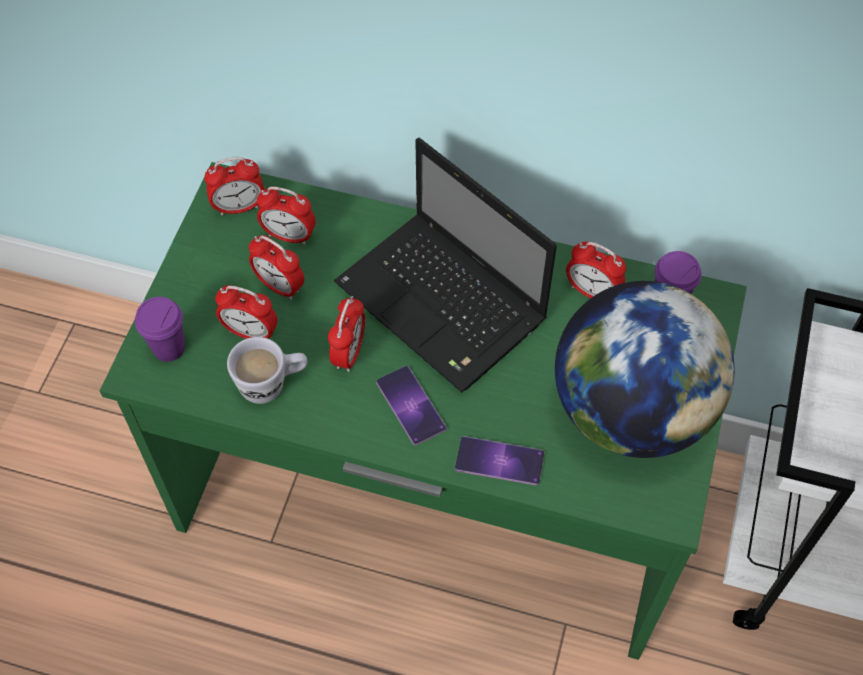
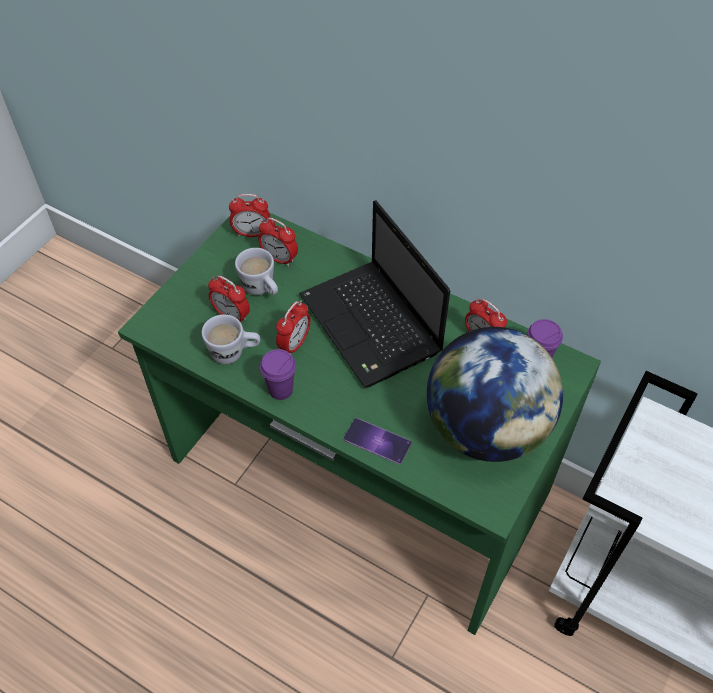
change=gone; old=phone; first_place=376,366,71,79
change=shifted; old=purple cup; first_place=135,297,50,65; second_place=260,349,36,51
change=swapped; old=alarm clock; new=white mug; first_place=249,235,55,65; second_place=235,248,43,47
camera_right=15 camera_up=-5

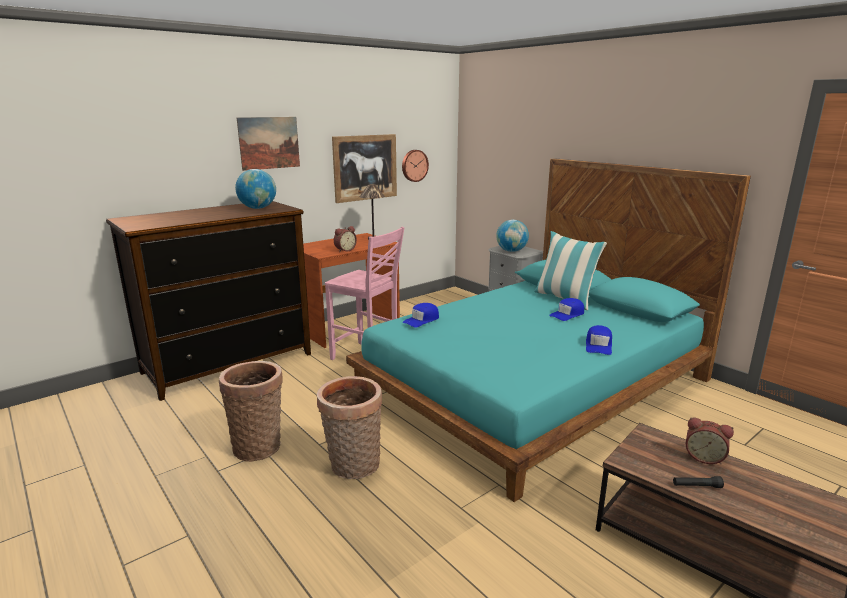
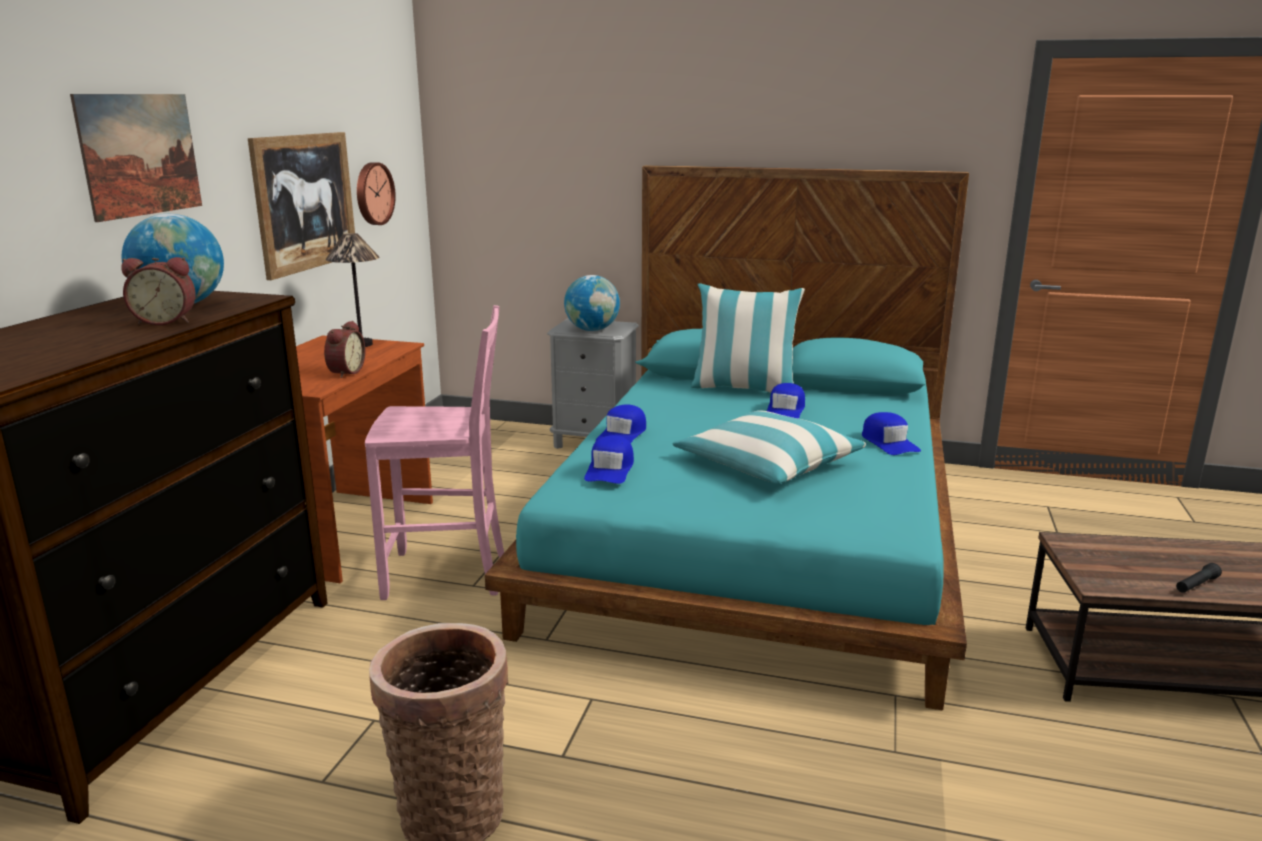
change=gone; old=basket; first_place=317,376,65,103
change=new; new=blue cap; second_place=596,404,50,39
change=new; new=pillow; second_place=673,410,193,74
change=shifted; old=alarm clock; first_place=686,417,48,48; second_place=121,257,75,69
camera_right=-35 camera_up=0

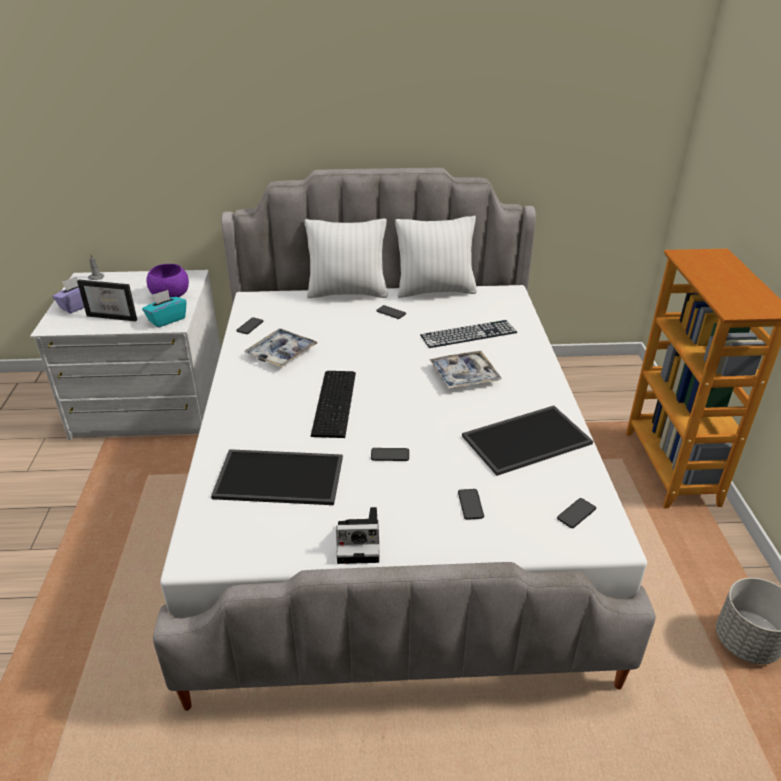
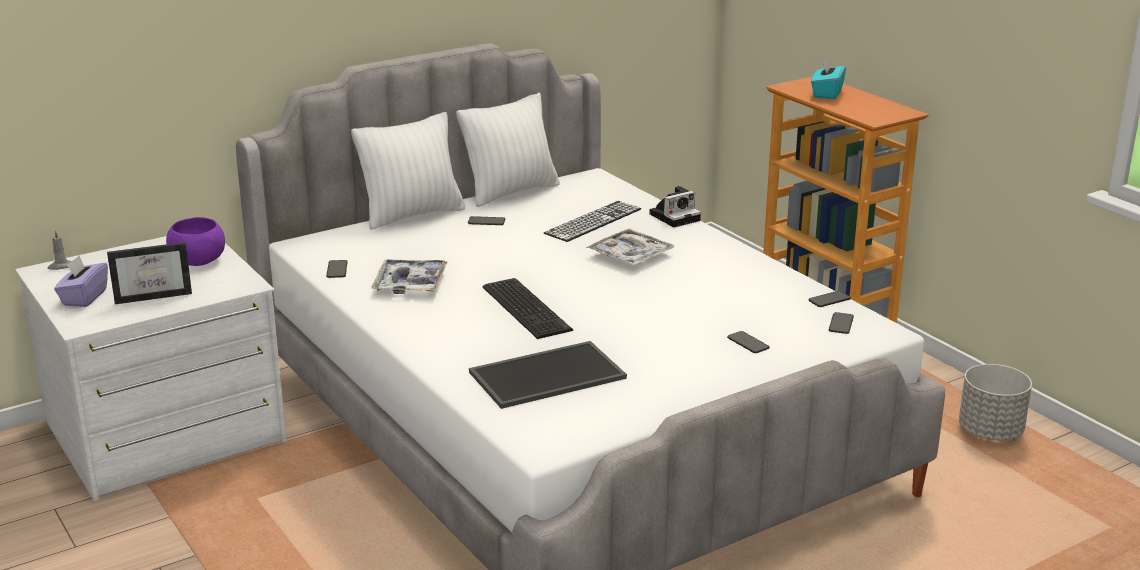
change=gone; old=tray; first_place=462,406,131,70
change=shifted; old=turquoise tissue box; first_place=142,290,45,38; second_place=811,57,35,43
change=shifted; old=photo camera; first_place=336,507,44,57; second_place=649,186,52,42
change=shifted; old=phone; first_place=371,448,38,13; second_place=809,291,42,16
camera_right=-30 camera_up=-10

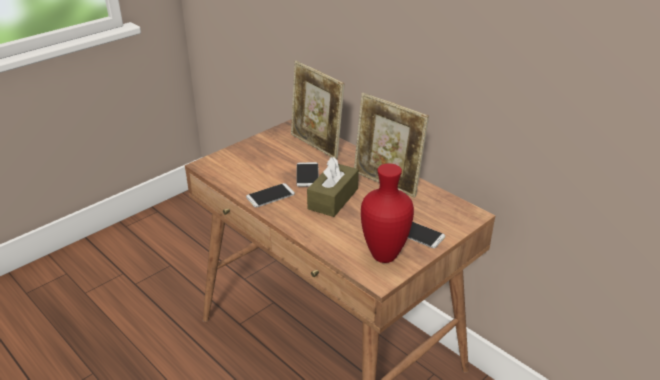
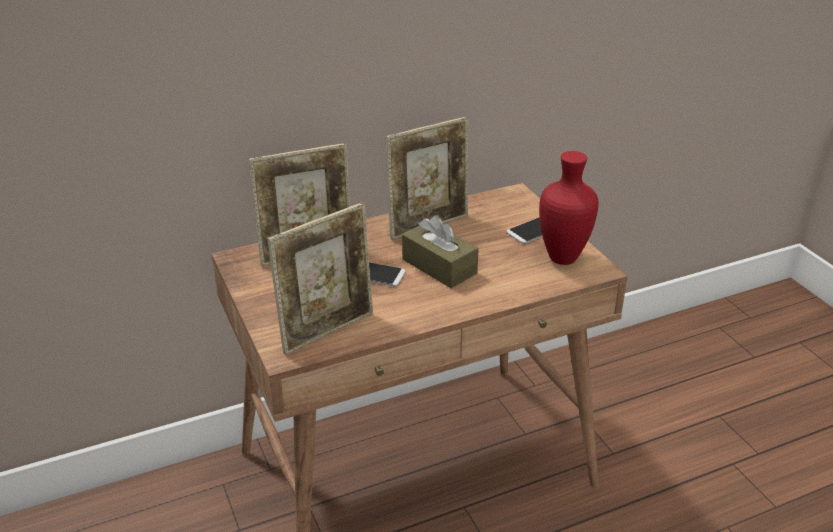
change=gone; old=phone; first_place=246,183,49,24
change=new; new=picture frame; second_place=267,202,106,153
camera_right=-70 camera_up=0

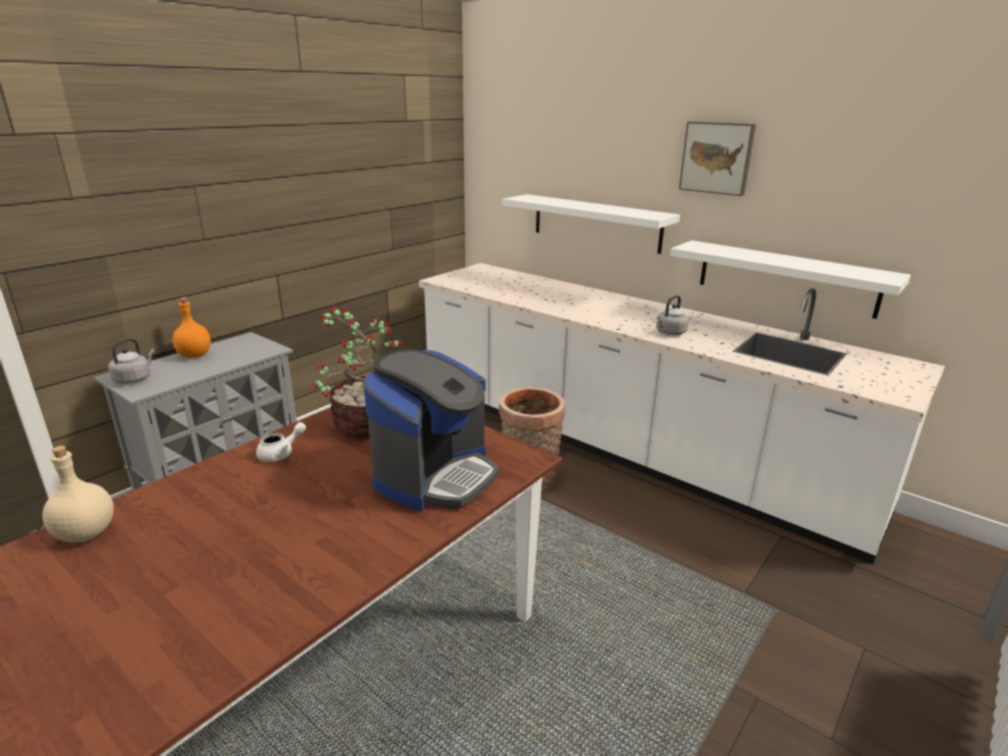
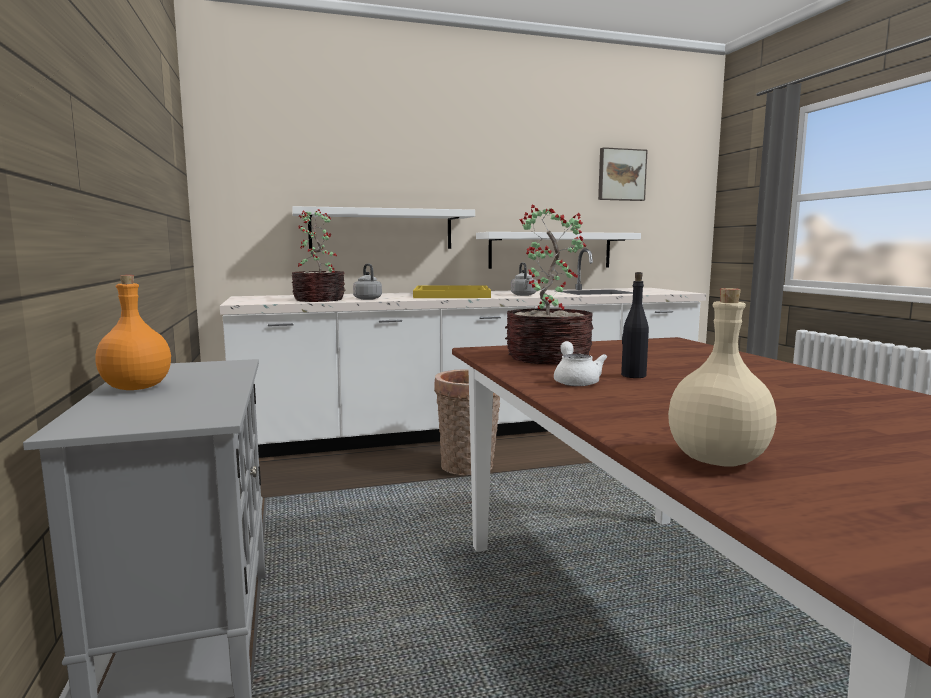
change=gone; old=coffee machine; first_place=364,349,134,163
change=new; new=potted plant; second_place=292,209,53,93
change=new; new=yellow tray; second_place=413,286,78,12
change=new; new=black bottle; second_place=621,272,28,106
change=shifted; old=grey kettle; first_place=108,338,47,46; second_place=353,264,29,36
change=shifted; old=picture; first_place=679,121,77,75; second_place=598,147,50,54
camera_right=-55 camera_up=-15

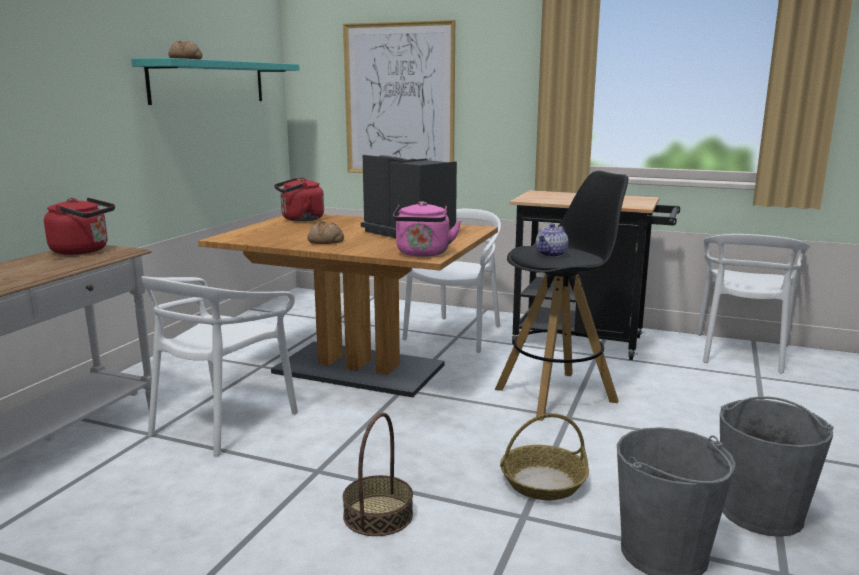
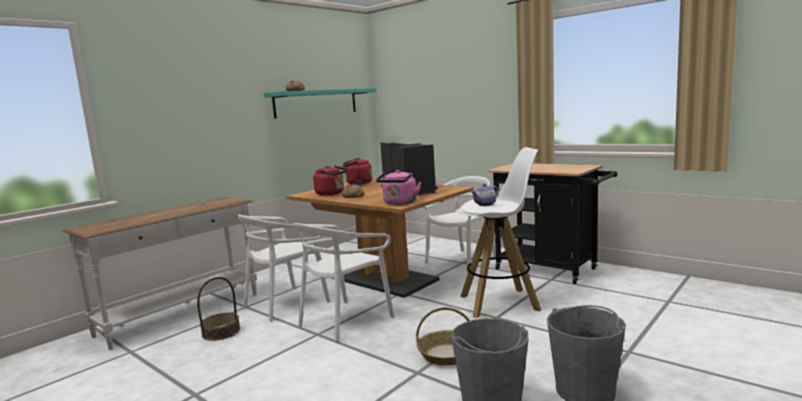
change=gone; old=picture; first_place=343,20,112,153
change=shifted; old=red kettle; first_place=44,198,71,57; second_place=313,166,35,30
change=shifted; old=basket; first_place=342,413,71,123; second_place=197,277,43,64
change=shifted; old=white chair; first_place=697,234,113,139; second_place=294,223,101,119
change=repainted; old=black stool; new=white stool; first_place=495,171,133,250; second_place=459,147,83,171
camera_right=20 camera_up=-5

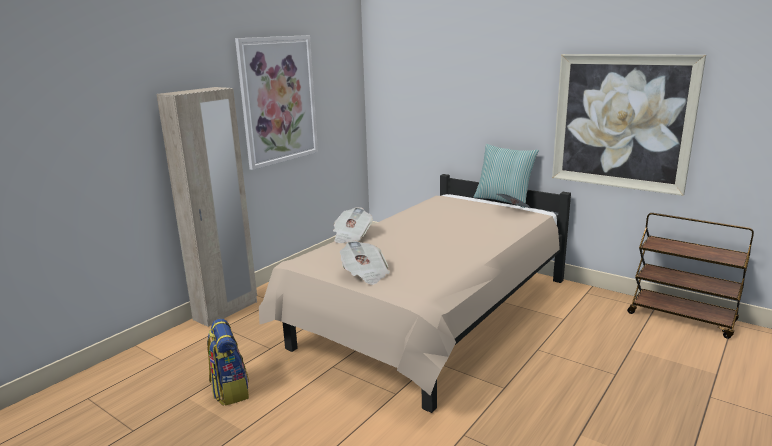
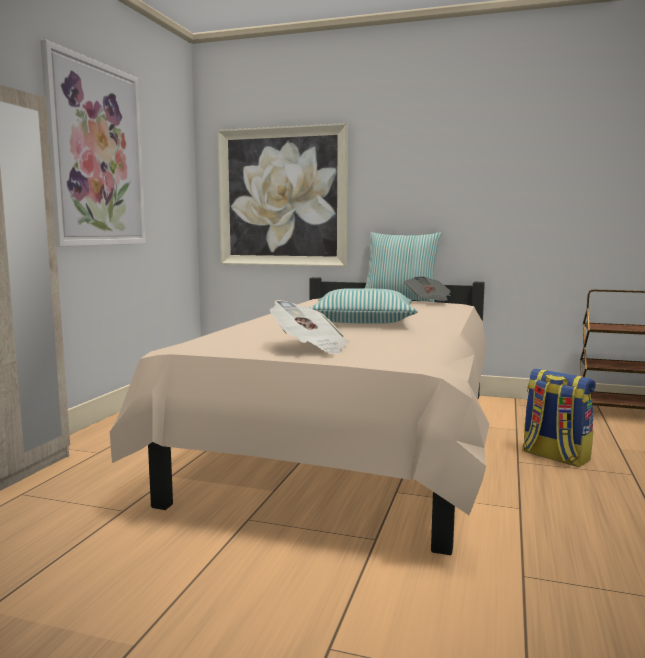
change=gone; old=newspaper; first_place=333,207,40,36
change=new; new=pillow; second_place=309,288,109,36
change=shifted; old=backpack; first_place=207,319,42,87; second_place=522,369,74,98
change=shifted; old=picture; first_place=552,54,154,142; second_place=217,123,131,144
camera_right=-20 camera_up=-10

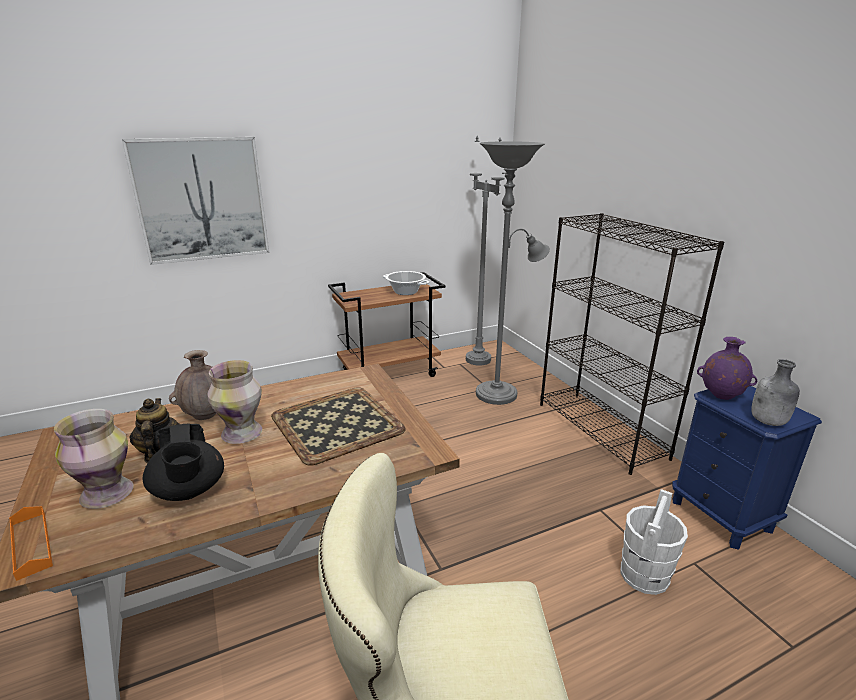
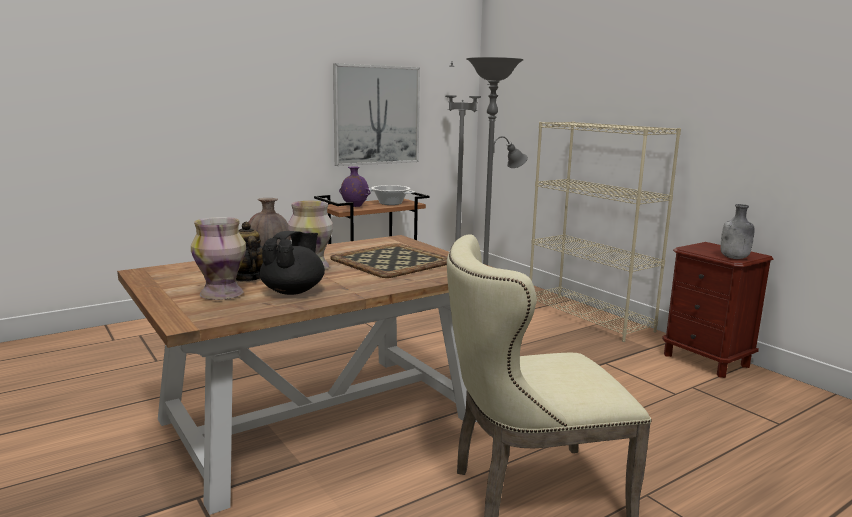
change=gone; old=orange tray; first_place=9,506,44,75
change=gone; old=white bucket; first_place=620,489,68,106
change=shifted; old=picture; first_place=122,137,147,128; second_place=333,63,87,103
change=shifted; old=purple vase; first_place=697,337,61,63; second_place=339,166,31,41
change=repainted; old=black bookcase; new=beige bookcase; first_place=540,213,184,262; second_place=530,121,151,221
change=repainted; old=blue nightstand; new=brown nightstand; first_place=672,386,150,164; second_place=662,242,112,136
change=rotated; old=black teapot; first_place=143,424,81,77; second_place=260,231,65,64; degrees=-120
camera_right=-10 camera_up=-10

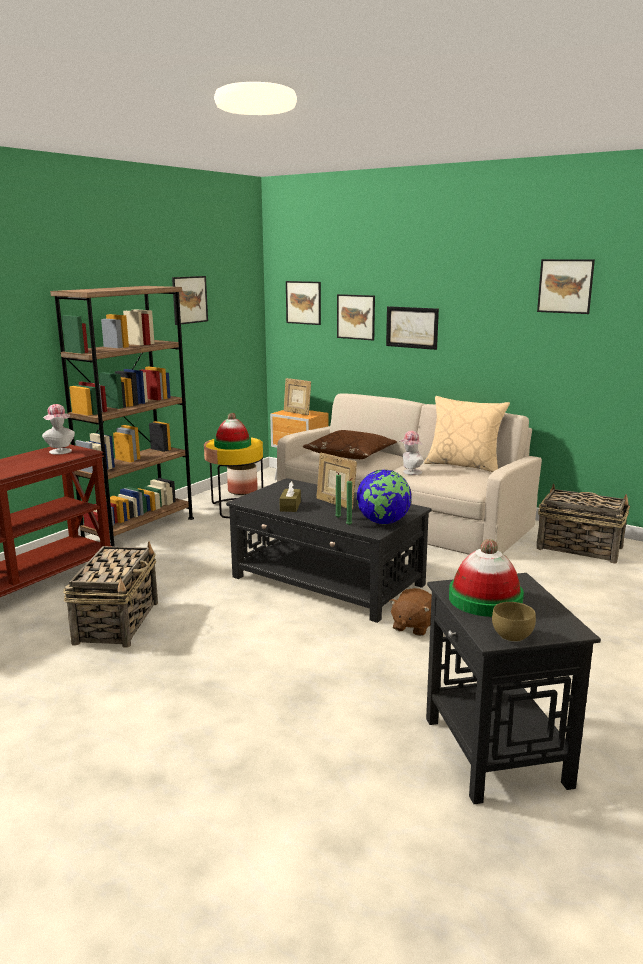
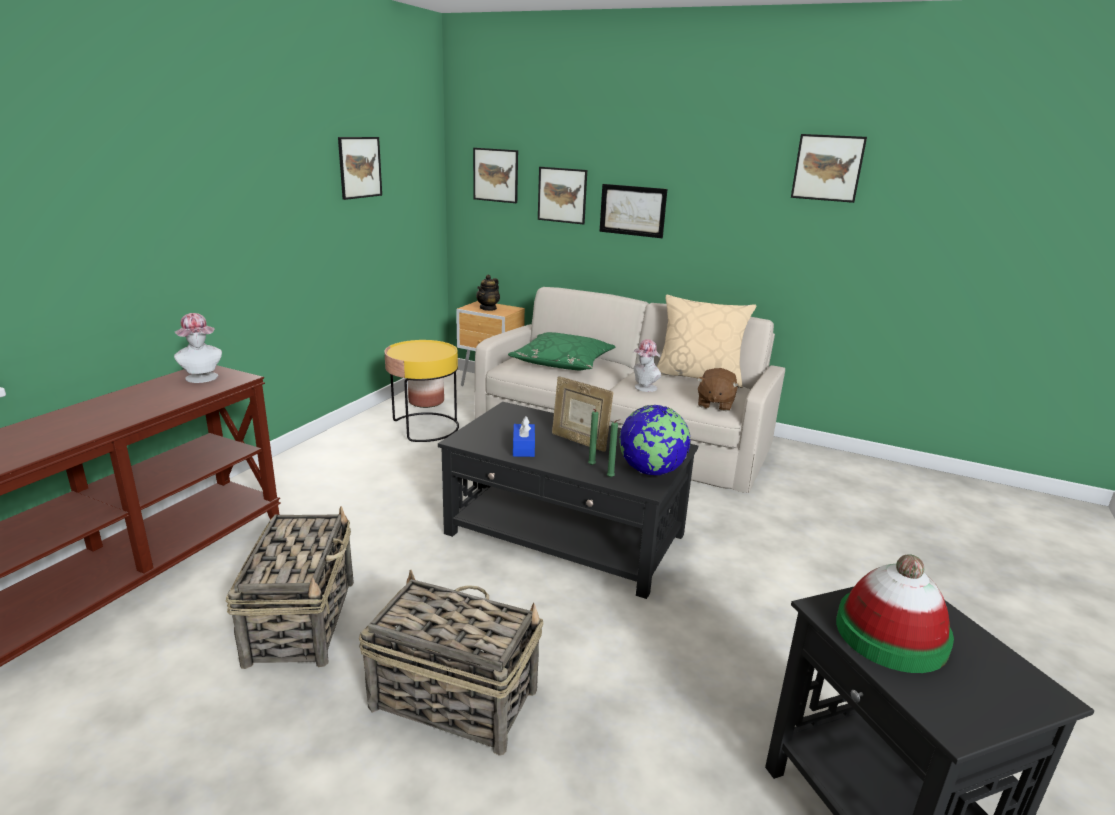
change=gone; old=brown bookcase; first_place=50,286,144,261
change=gone; old=hat; first_place=214,413,37,37
change=gone; old=brown bowl; first_place=492,602,44,40
change=shifted; old=brown plush toy; first_place=389,588,43,48; second_place=697,368,42,43
change=shifted; old=basket; first_place=537,484,93,80; second_place=359,570,184,186
change=swapped; old=picture frame; new=teapot; first_place=284,378,27,37; second_place=476,274,24,37
change=repainted; old=brown tissue box; new=blue tissue box; first_place=279,481,22,31; second_place=513,416,22,41
change=repainted; old=brown pillow; new=green pillow; first_place=303,430,94,29; second_place=508,332,107,38
camera_right=-10 camera_up=5

